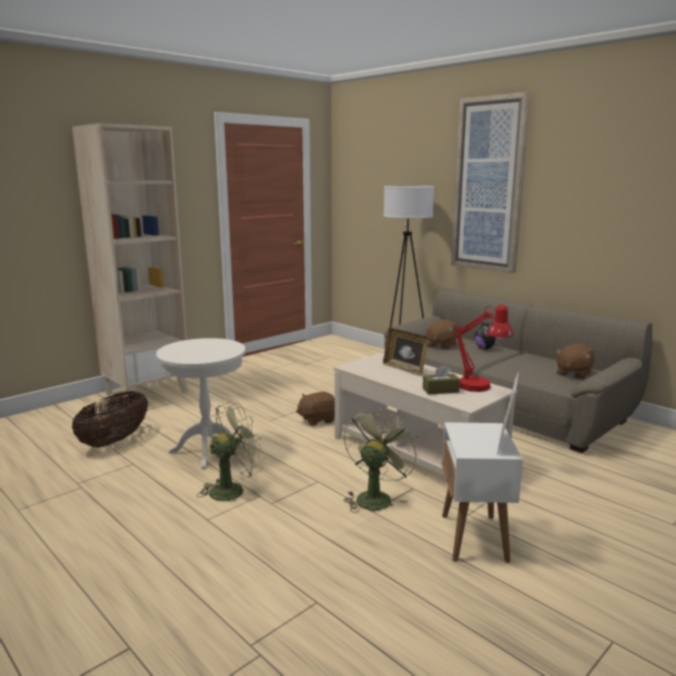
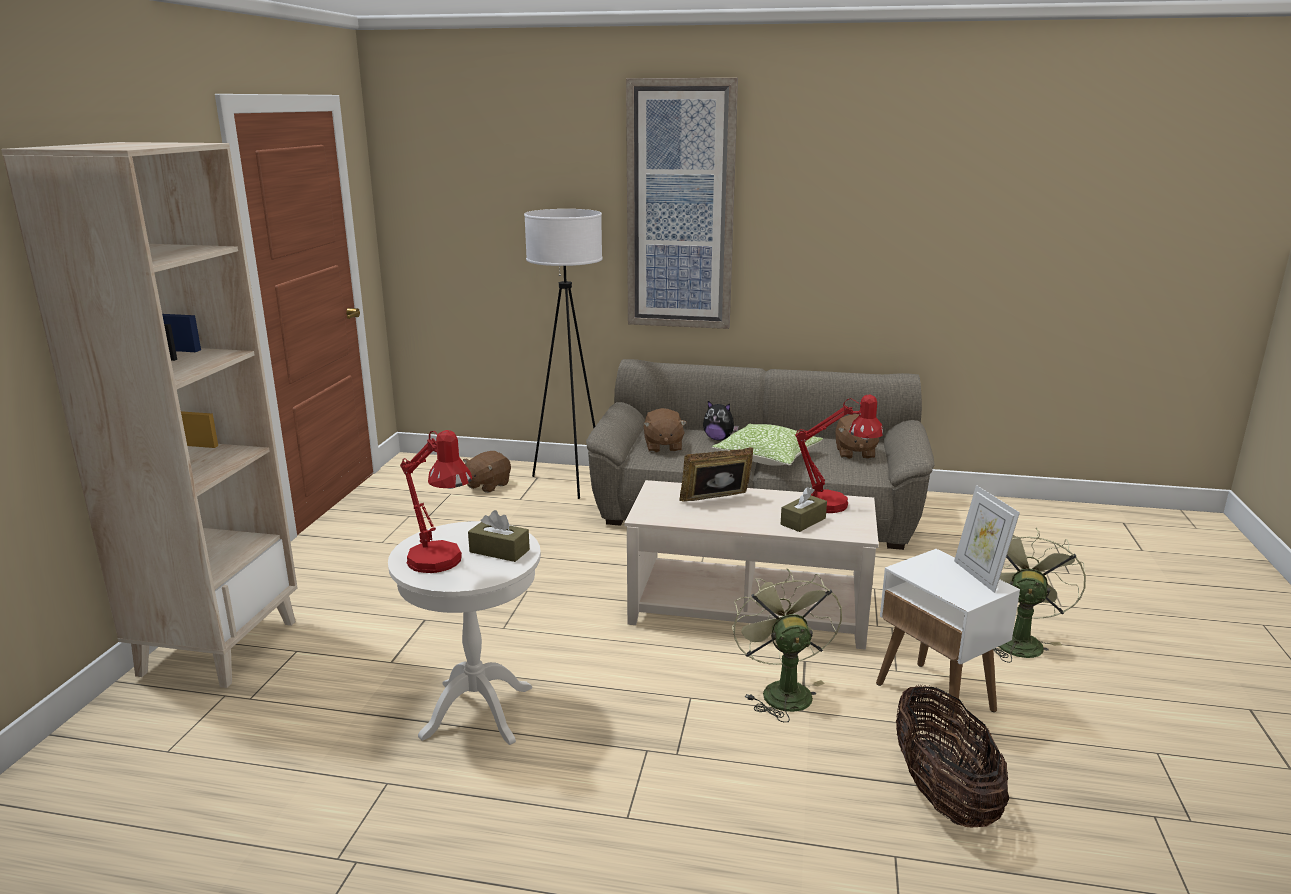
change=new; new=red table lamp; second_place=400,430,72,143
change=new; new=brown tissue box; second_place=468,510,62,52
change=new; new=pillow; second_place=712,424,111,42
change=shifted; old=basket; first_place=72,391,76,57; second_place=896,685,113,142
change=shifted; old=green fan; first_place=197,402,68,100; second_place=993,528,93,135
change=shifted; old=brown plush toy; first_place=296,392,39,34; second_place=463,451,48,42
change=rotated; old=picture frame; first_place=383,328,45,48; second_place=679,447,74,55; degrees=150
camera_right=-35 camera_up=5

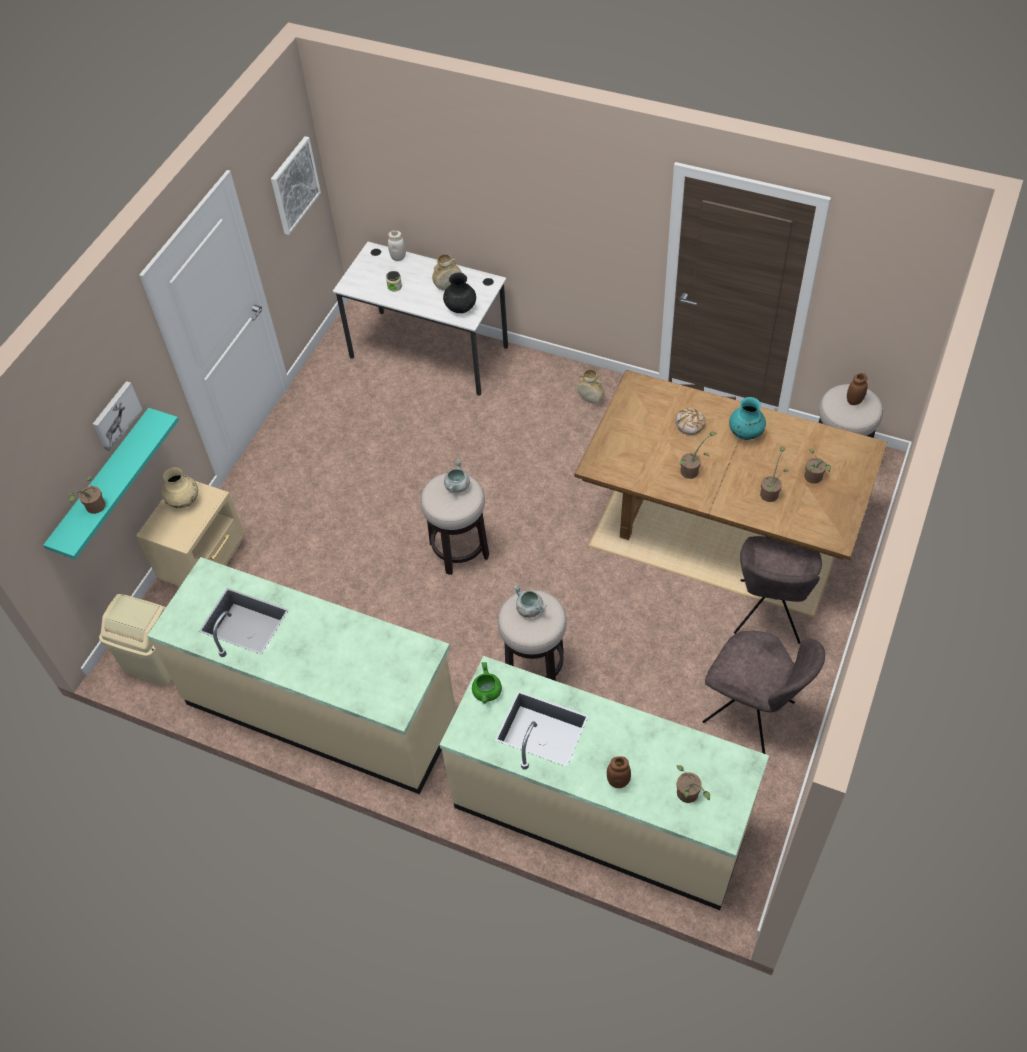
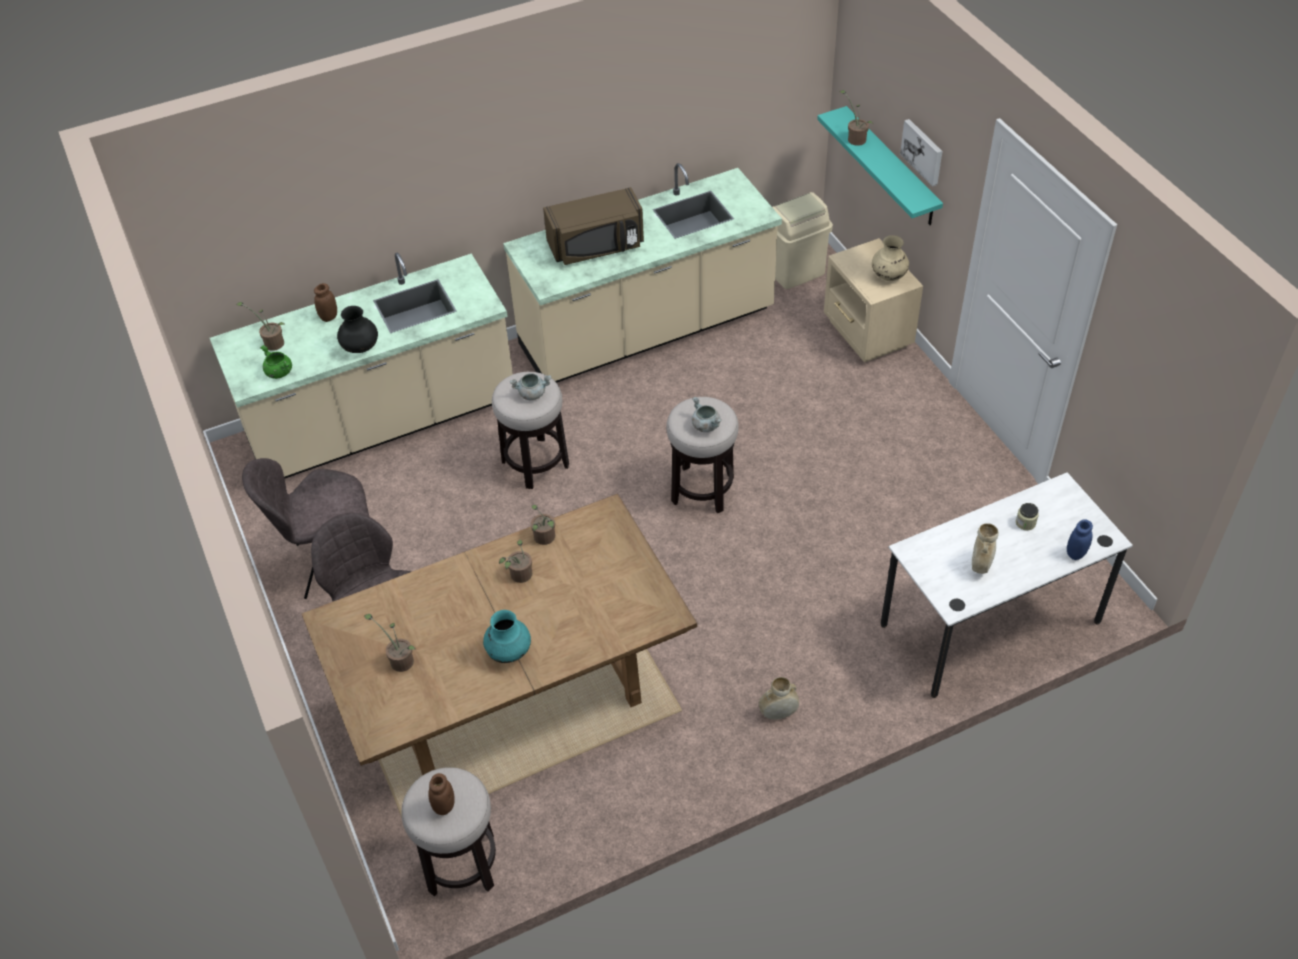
change=gone; old=picture; first_place=271,136,50,99
change=gone; old=bread; first_place=676,408,30,27
change=new; new=brown microwave; second_place=543,187,101,78
change=shifted; old=black vase; first_place=443,273,33,40; second_place=337,306,41,47
change=shifted; old=green cooking pot; first_place=472,662,30,42; second_place=260,345,32,34
change=shifted; old=potted plant; first_place=760,447,29,55; second_place=531,505,24,40
change=repainted; old=white jar; new=blue jar; first_place=388,231,18,30; second_place=1067,519,26,41
camera_right=130 camera_up=-5

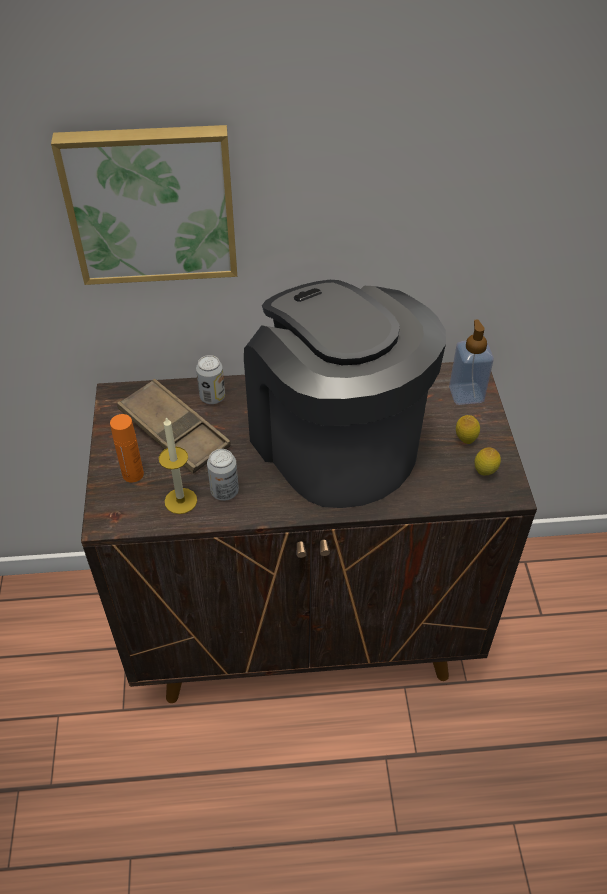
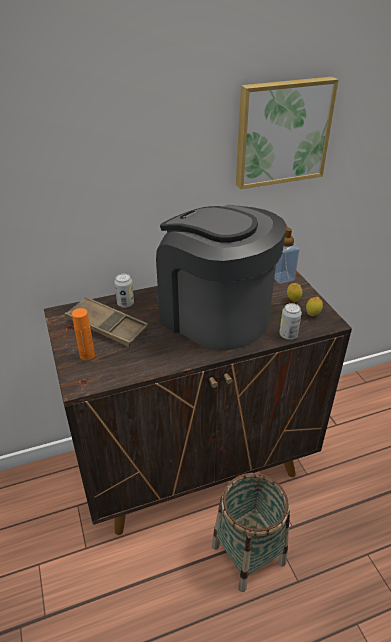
change=gone; old=candle; first_place=159,416,38,98
change=new; new=basket; second_place=212,473,78,119
change=shifted; old=picture; first_place=51,125,186,160; second_place=236,77,103,112
change=shifted; old=can; first_place=207,449,32,52; second_place=279,303,23,37
camera_right=-15 camera_up=-10

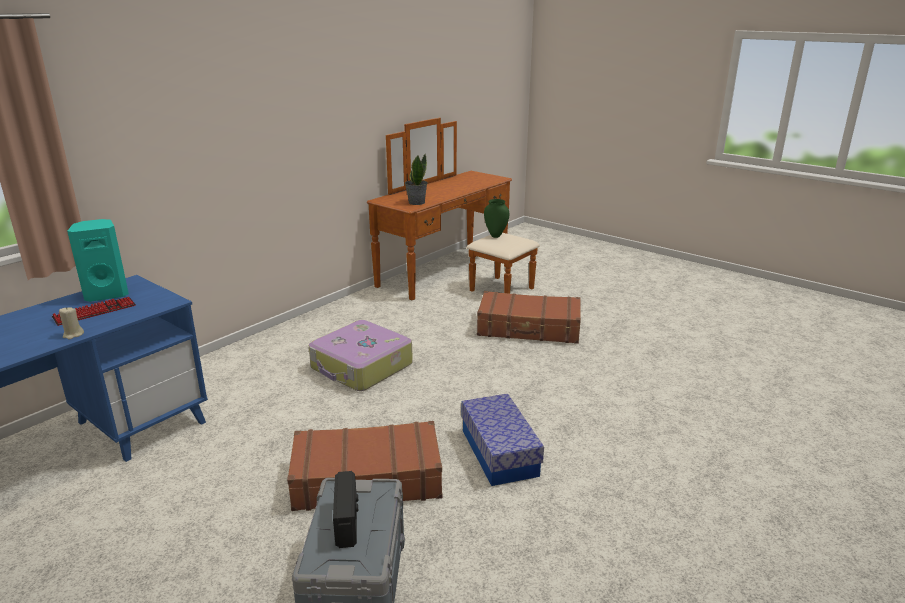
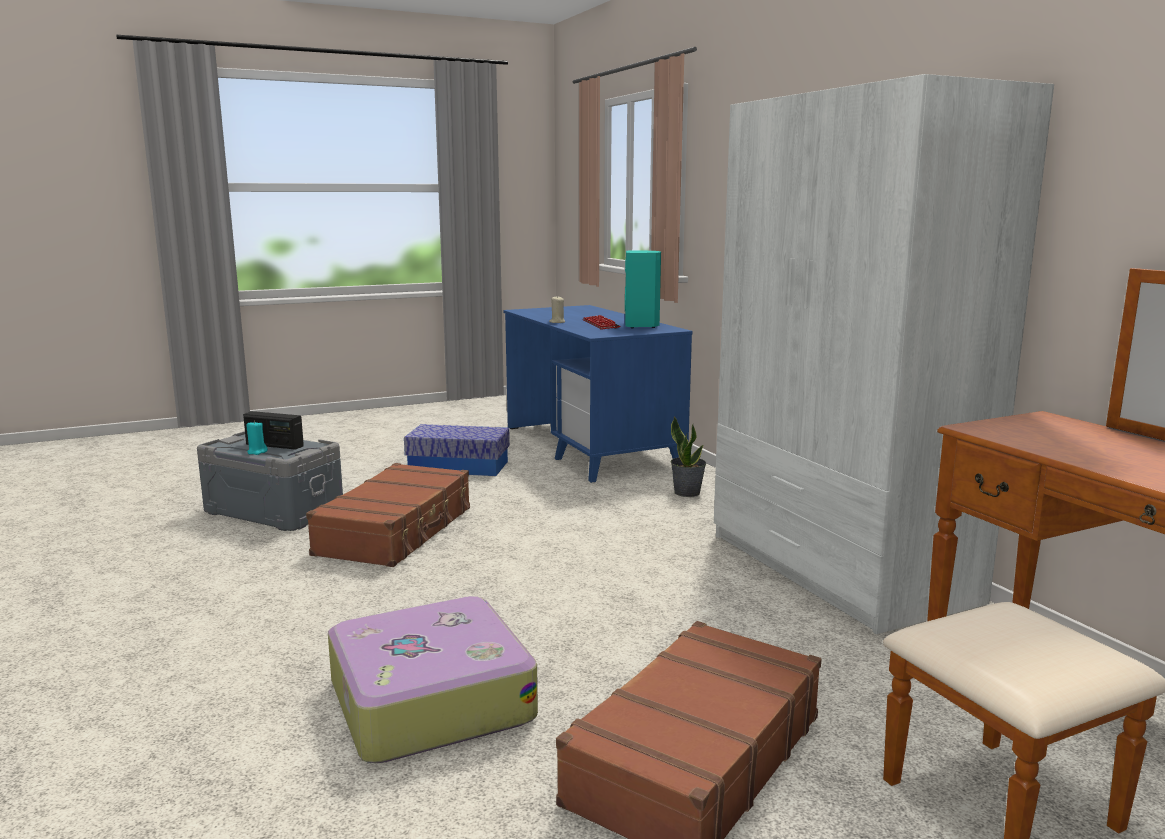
change=gone; old=green vase; first_place=484,199,25,39
change=new; new=turquoise candle; second_place=246,420,22,35
change=new; new=white wardrobe; second_place=714,74,340,560
change=shifted; old=suitcase; first_place=309,320,104,71; second_place=328,596,210,167
change=shifted; old=potted plant; first_place=405,153,22,52; second_place=671,416,35,81
change=shifted; old=storage box; first_place=461,394,83,92; second_place=404,424,106,52
camera_right=115 camera_up=-10

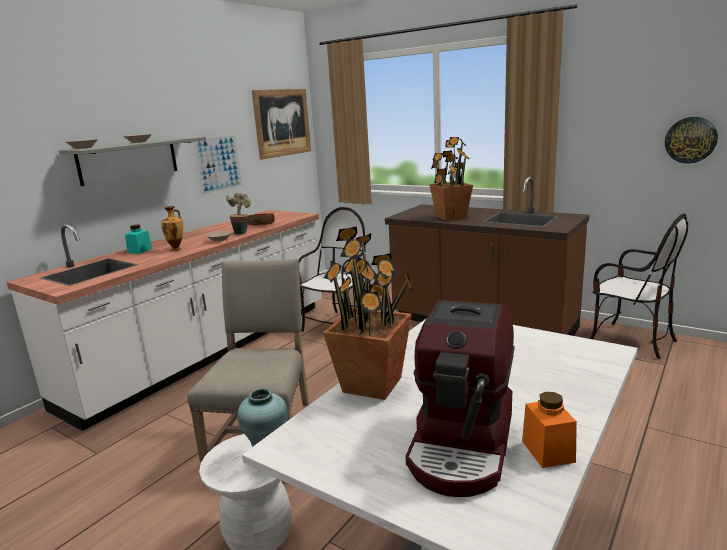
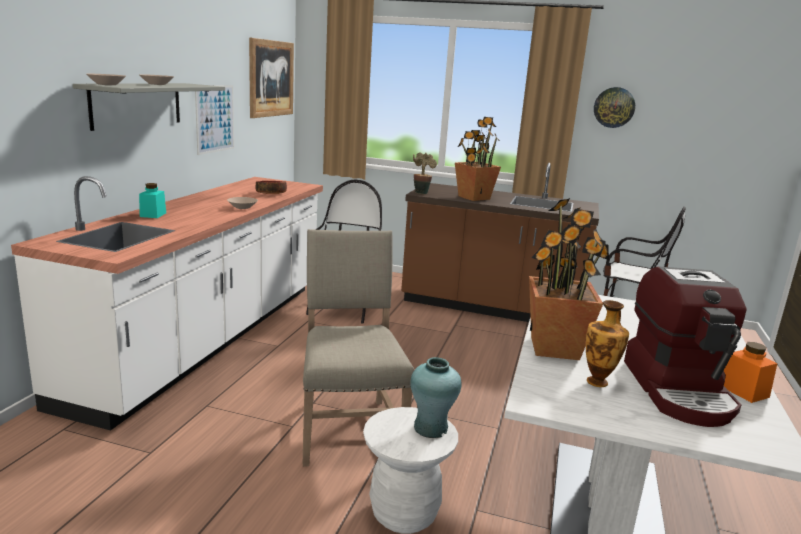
change=shifted; old=vase; first_place=161,206,22,45; second_place=586,300,43,87
change=shifted; old=potted plant; first_place=226,193,25,42; second_place=413,153,24,41
change=shifted; old=wall clock; first_place=665,117,53,46; second_place=594,87,41,41
camera_right=-20 camera_up=0

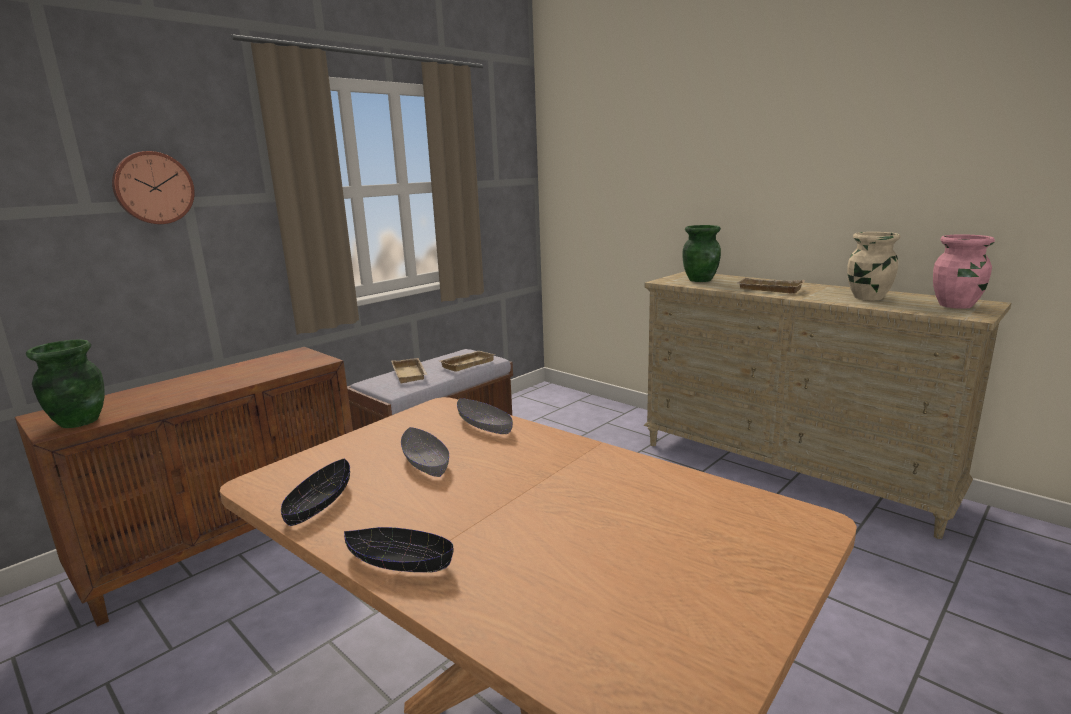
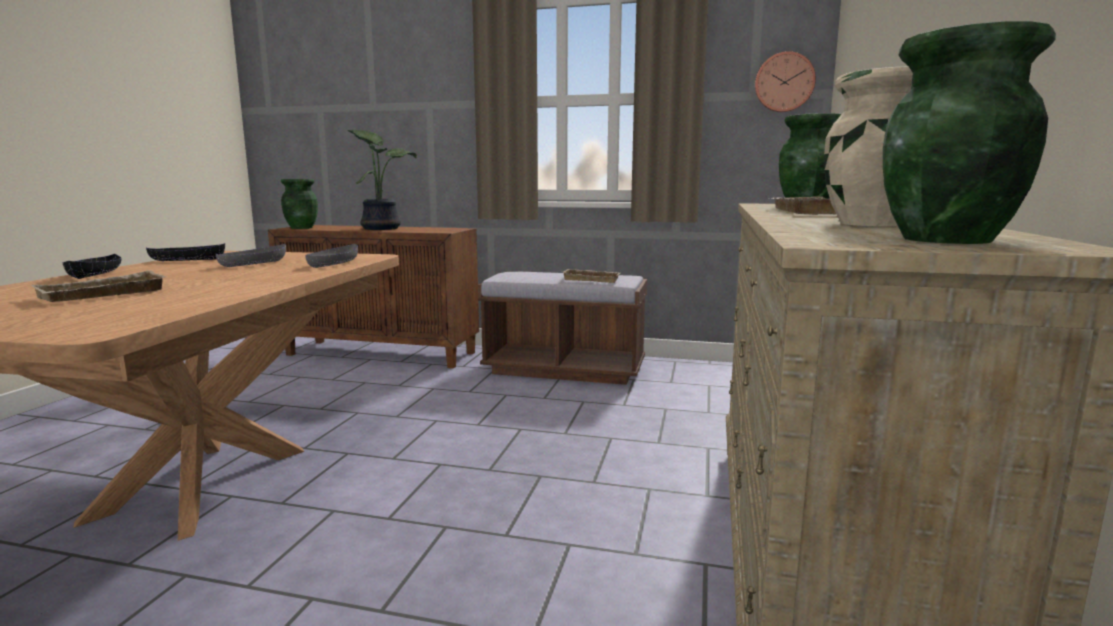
change=new; new=potted plant; second_place=348,130,69,100
change=shifted; old=wall clock; first_place=112,151,83,73; second_place=755,51,61,61
change=shifted; old=beige tray; first_place=391,358,37,25; second_place=31,270,136,32
change=repainted; old=pink vase; new=green vase; first_place=933,234,62,75; second_place=883,21,173,223
camera_right=60 camera_up=-5

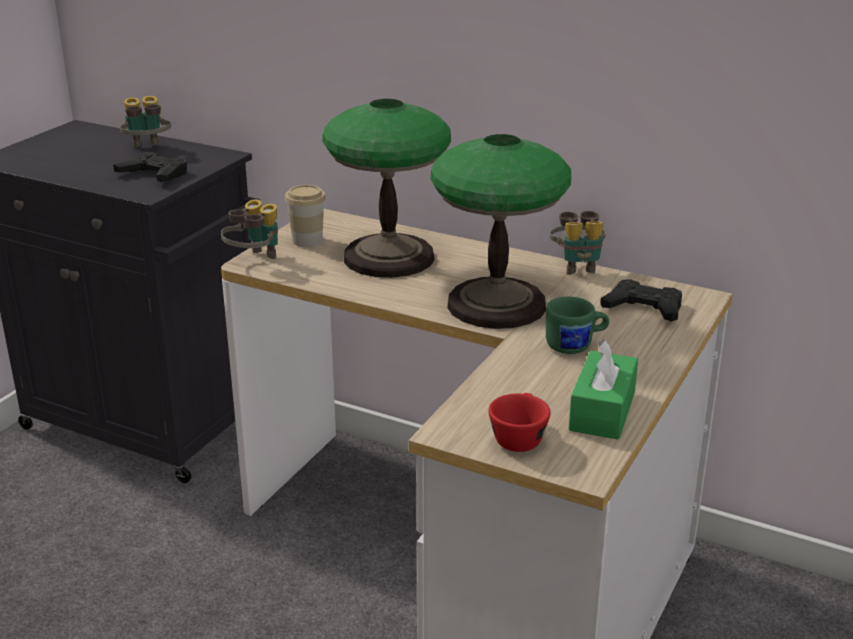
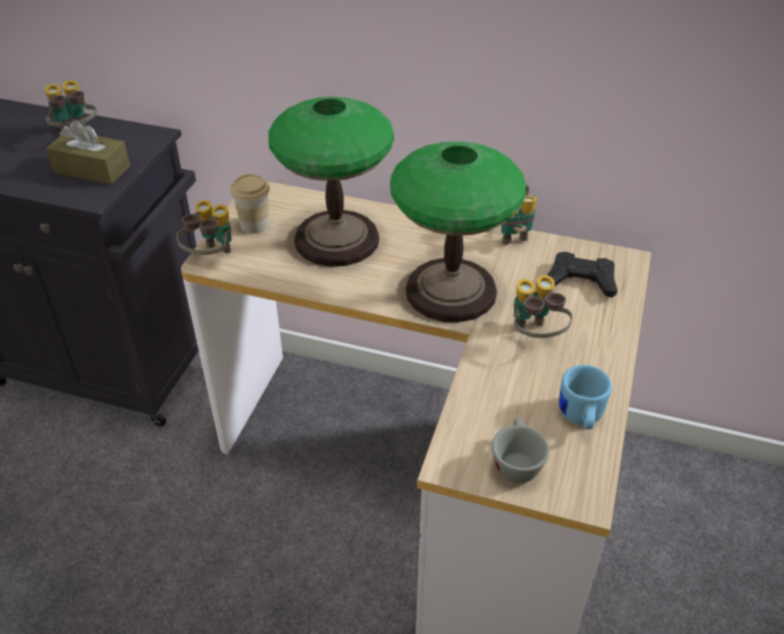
change=swapped; old=black game controller; new=brown tissue box; first_place=113,152,74,30; second_place=46,120,84,65
change=swapped; old=green mug; new=binoculars; first_place=546,297,63,57; second_place=514,275,59,63
change=swapped; old=green tissue box; new=blue mug; first_place=569,339,69,101; second_place=559,365,53,65
change=repainted; old=red cup; new=grey cup; first_place=488,393,63,59; second_place=492,418,57,65
camera_right=-10 camera_up=15

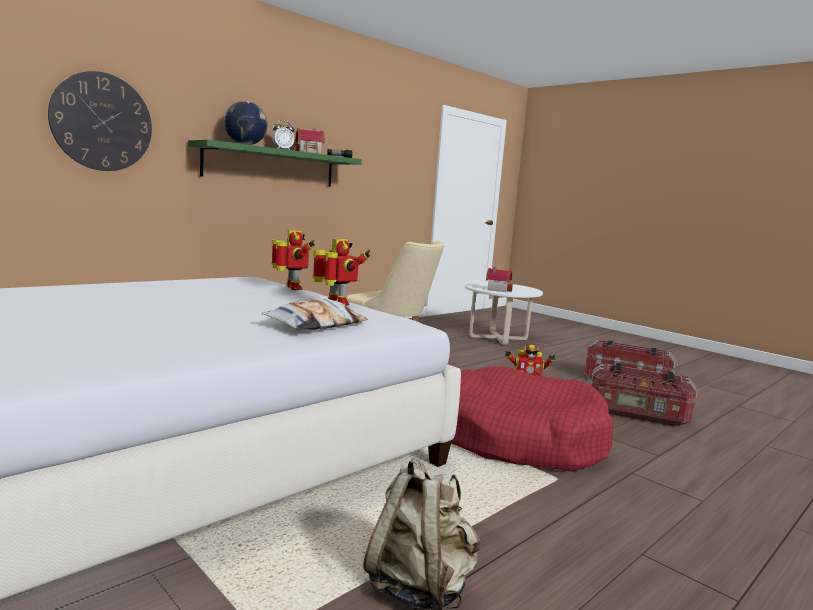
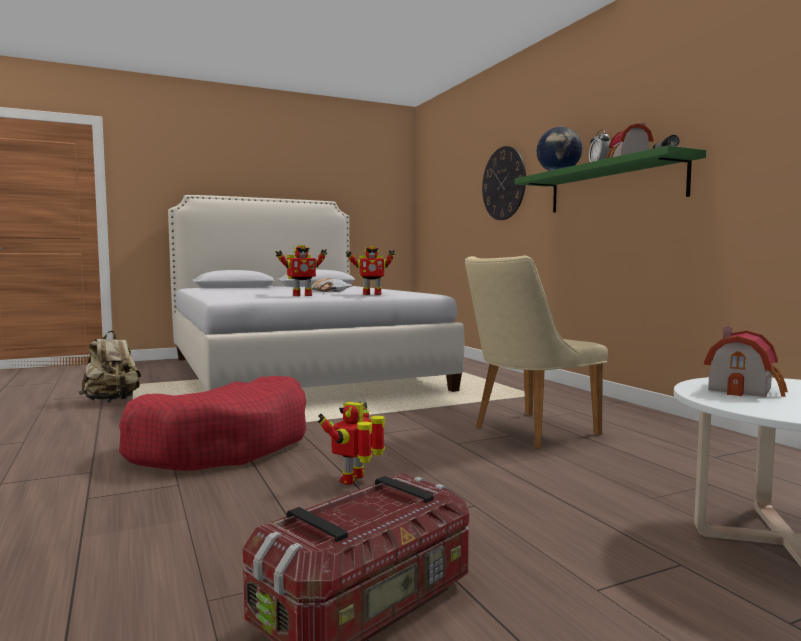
change=gone; old=storage box; first_place=590,363,108,64
change=shifted; old=pillow; first_place=262,299,106,32; second_place=311,278,42,14
camera_right=110 camera_up=-5

